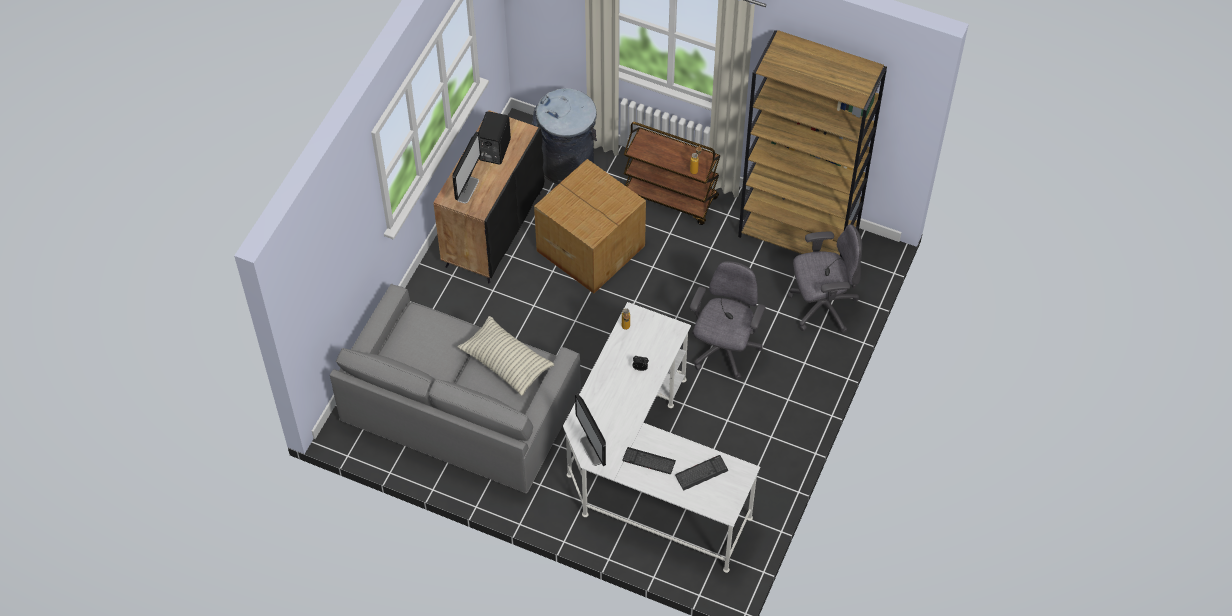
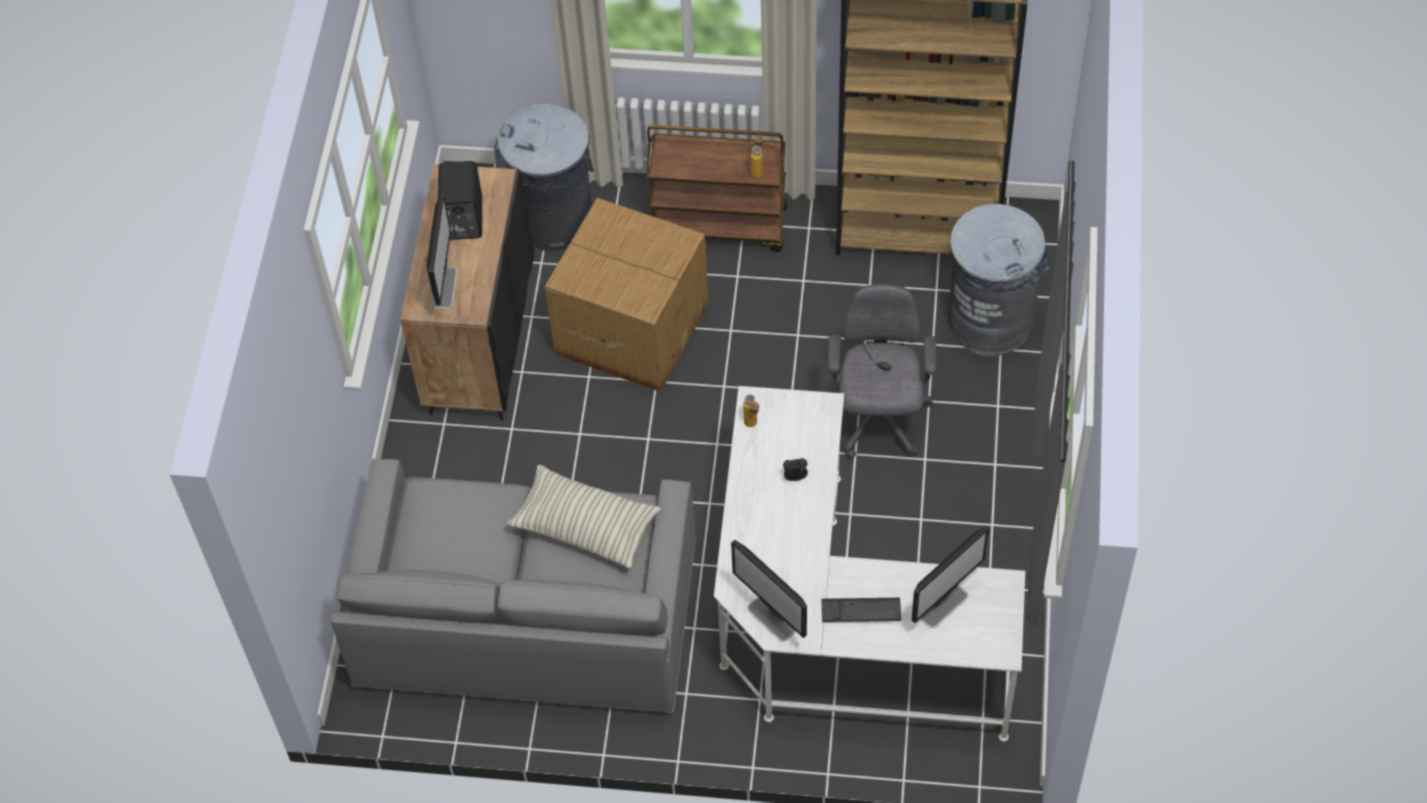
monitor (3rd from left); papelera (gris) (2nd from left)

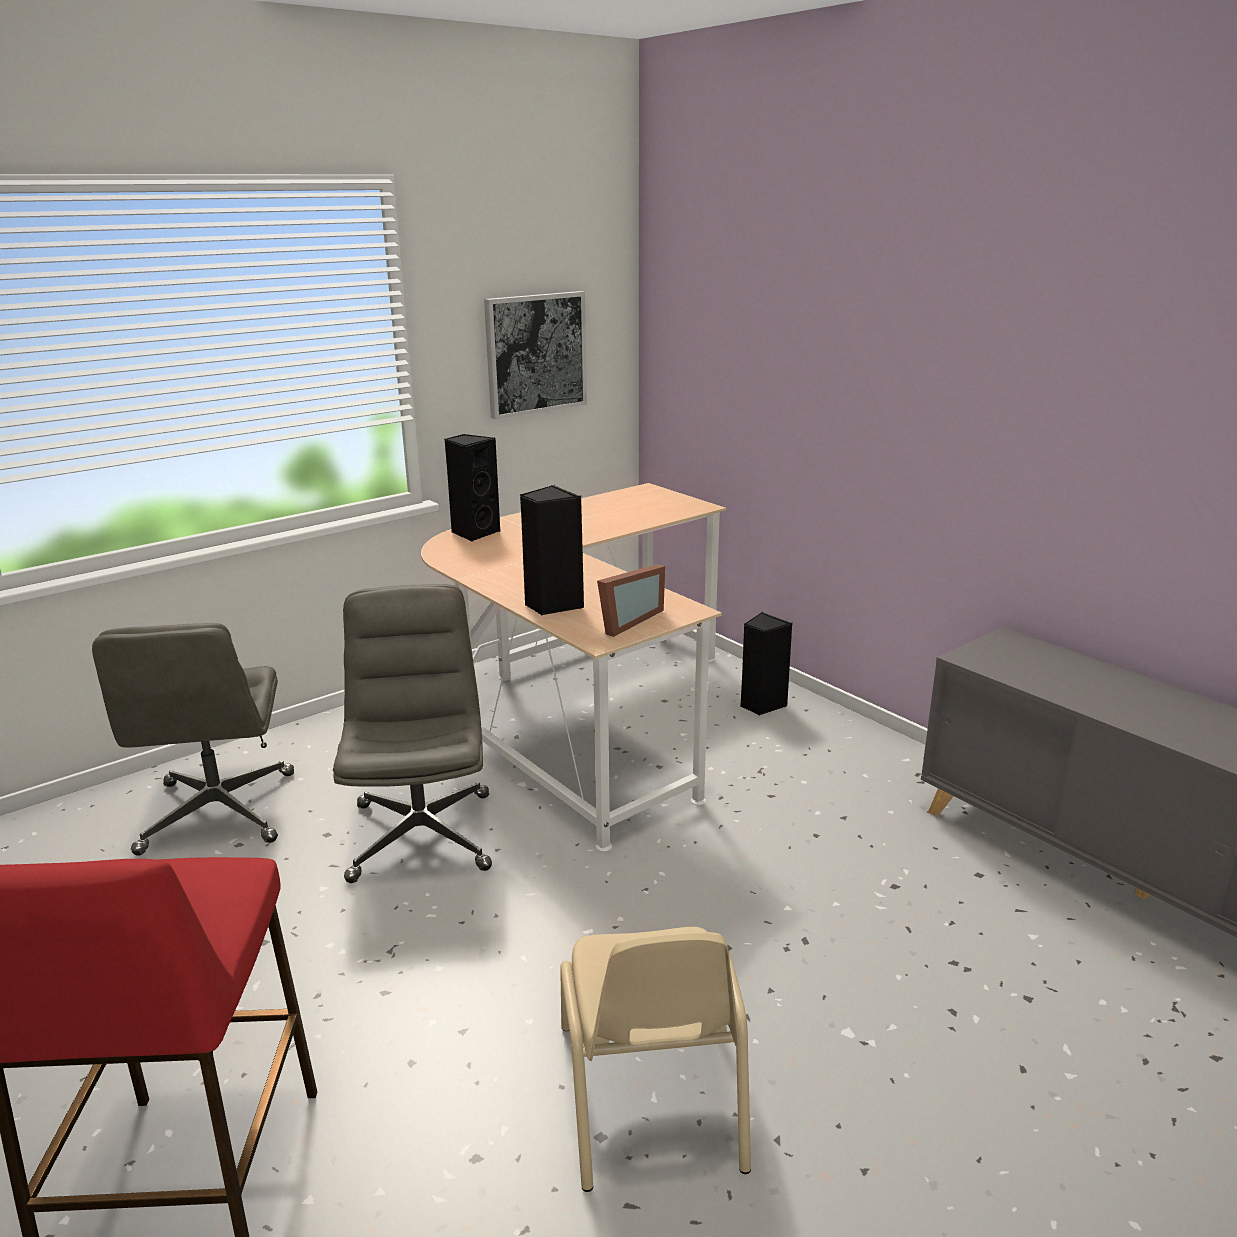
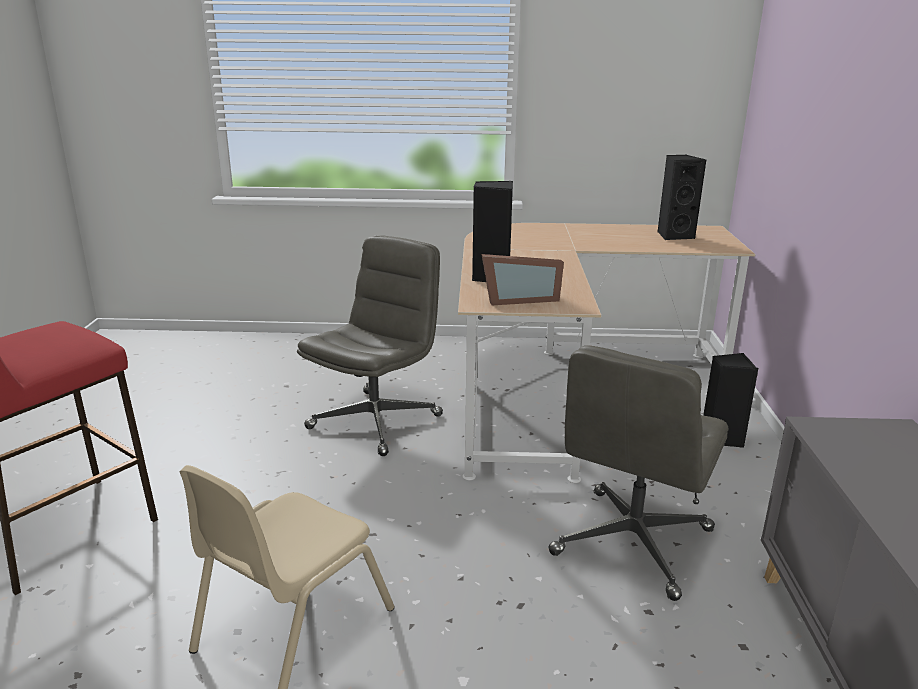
silla de oficina (gris) (2nd from left); altavoz (negro) (2nd from left); cuadro

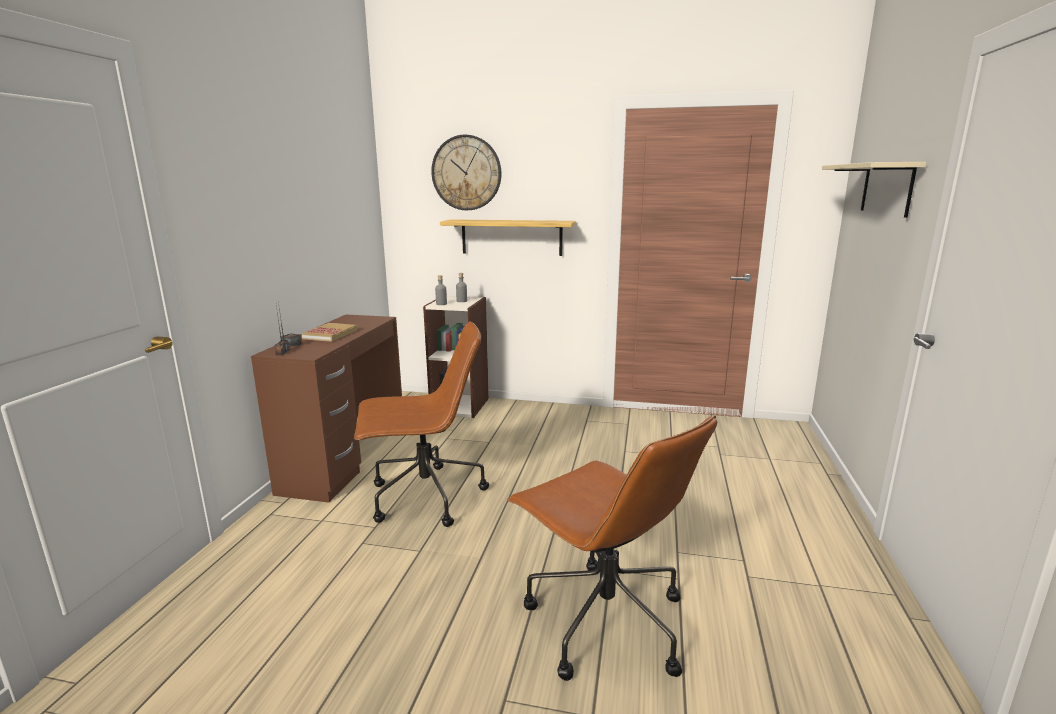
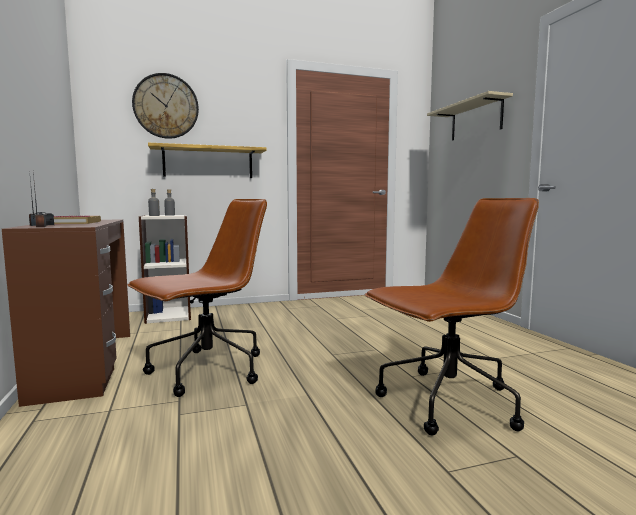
silla de oficina (marrón) (2nd from left)

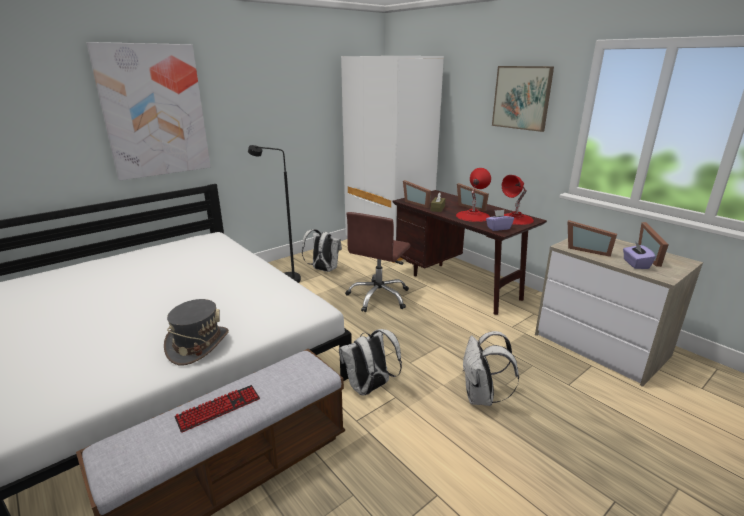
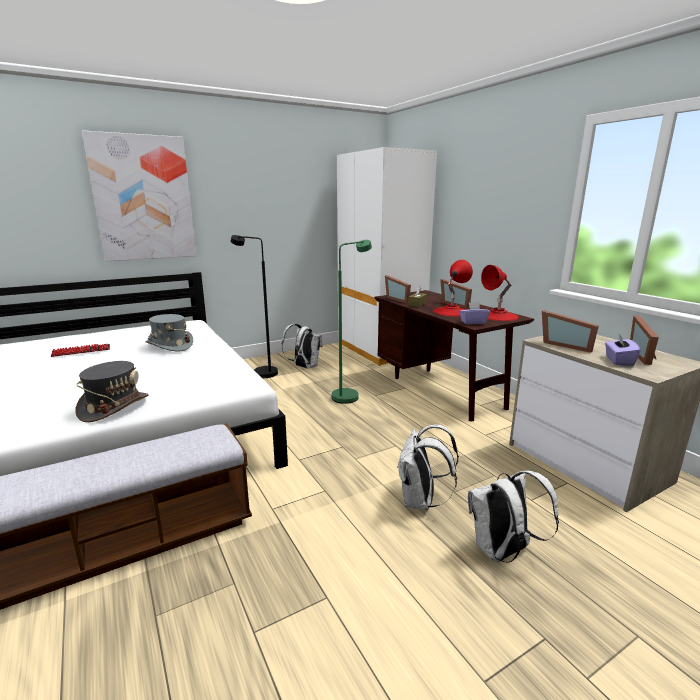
teclado; sombrero (gris) (2nd from left); lámpara de pie (verde); mochila (blanco) (3rd from left); cuadro (2nd from left in the first image)

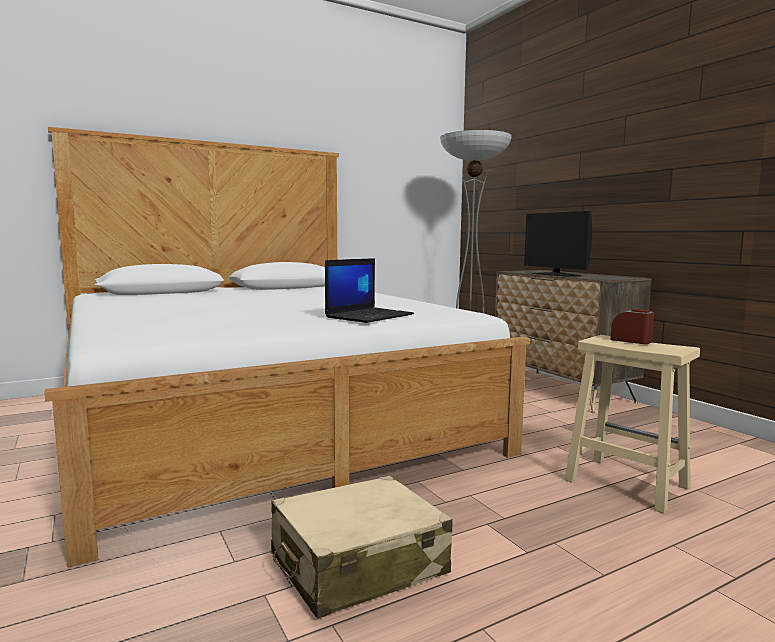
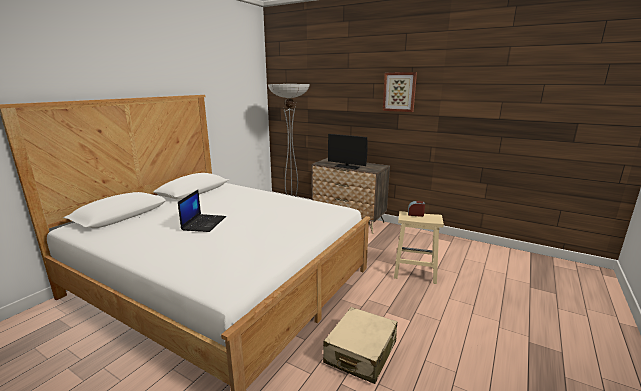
portátil; cuadro

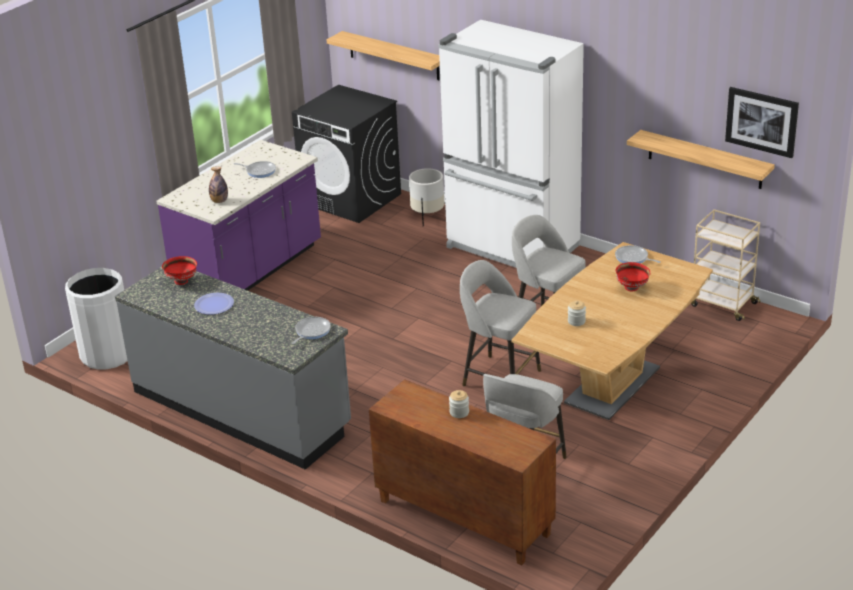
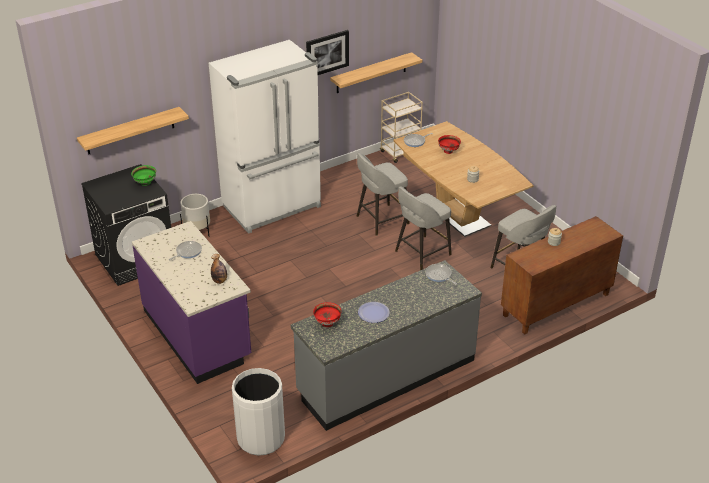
cuenco (verde); cuadro

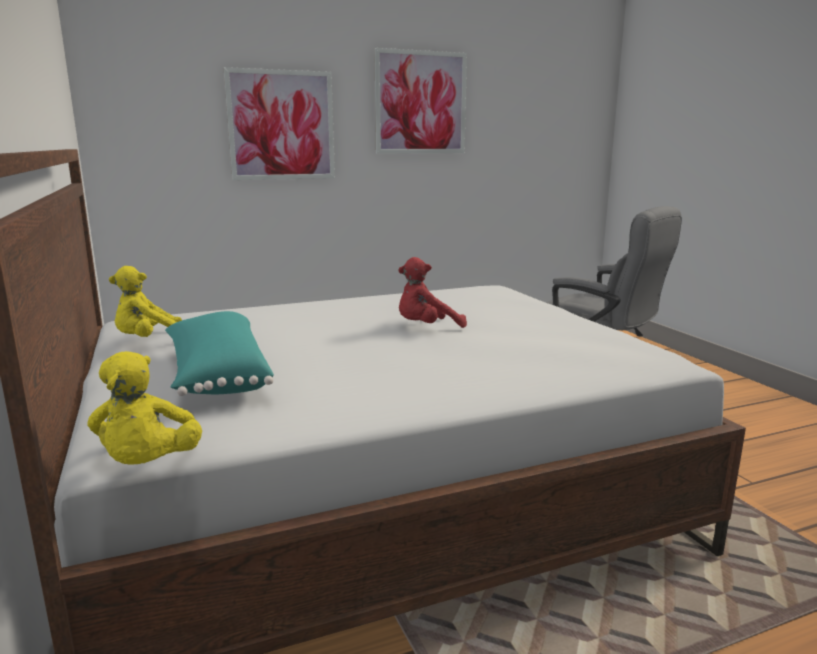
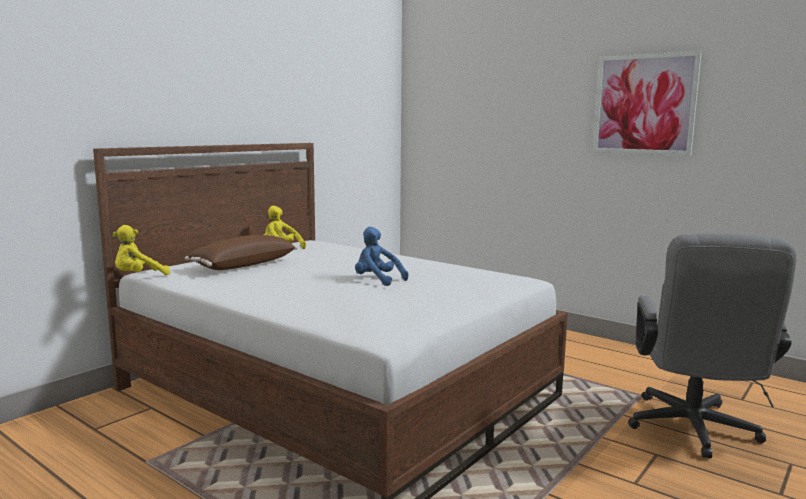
cojín (marrón); peluche (azul); cuadro (1st from left in the first image)

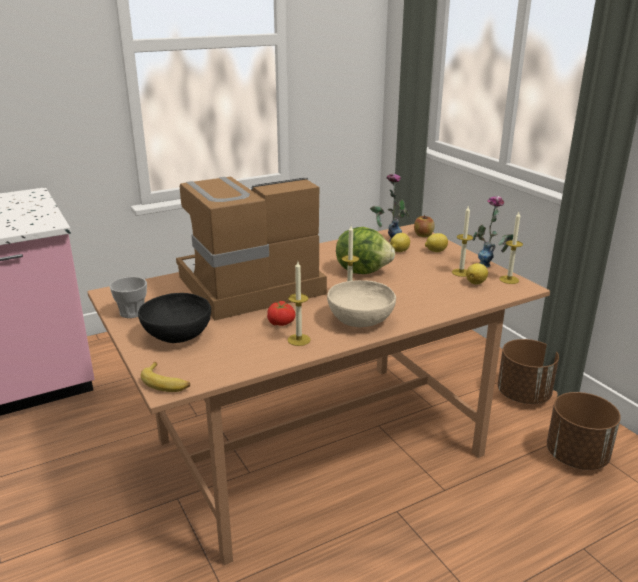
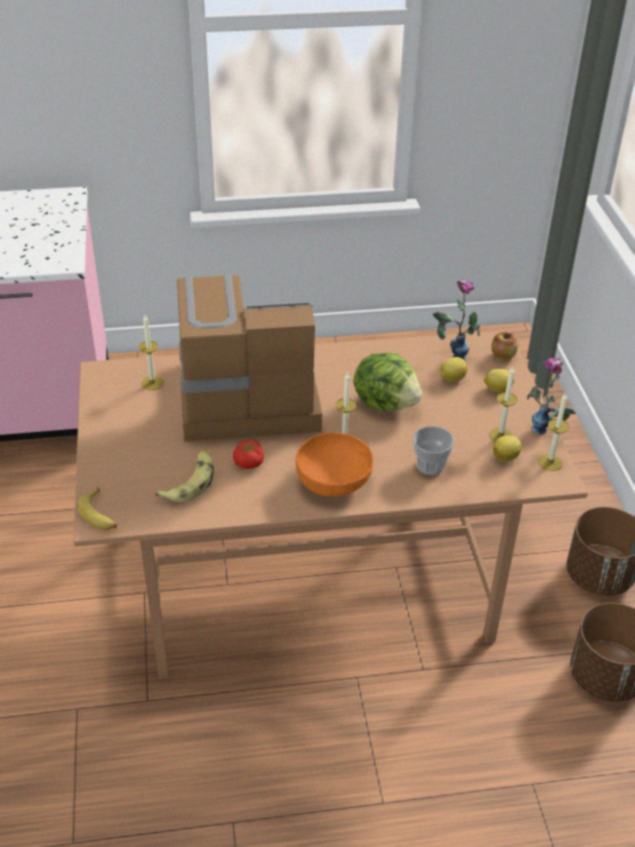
vela (1st from left); plátano (2nd from left); cuenco (naranja); taza; cuenco (negro)

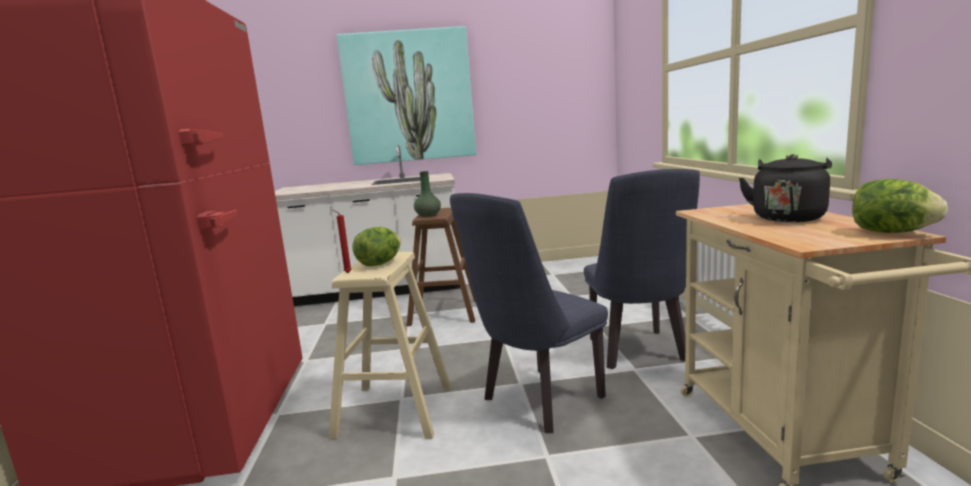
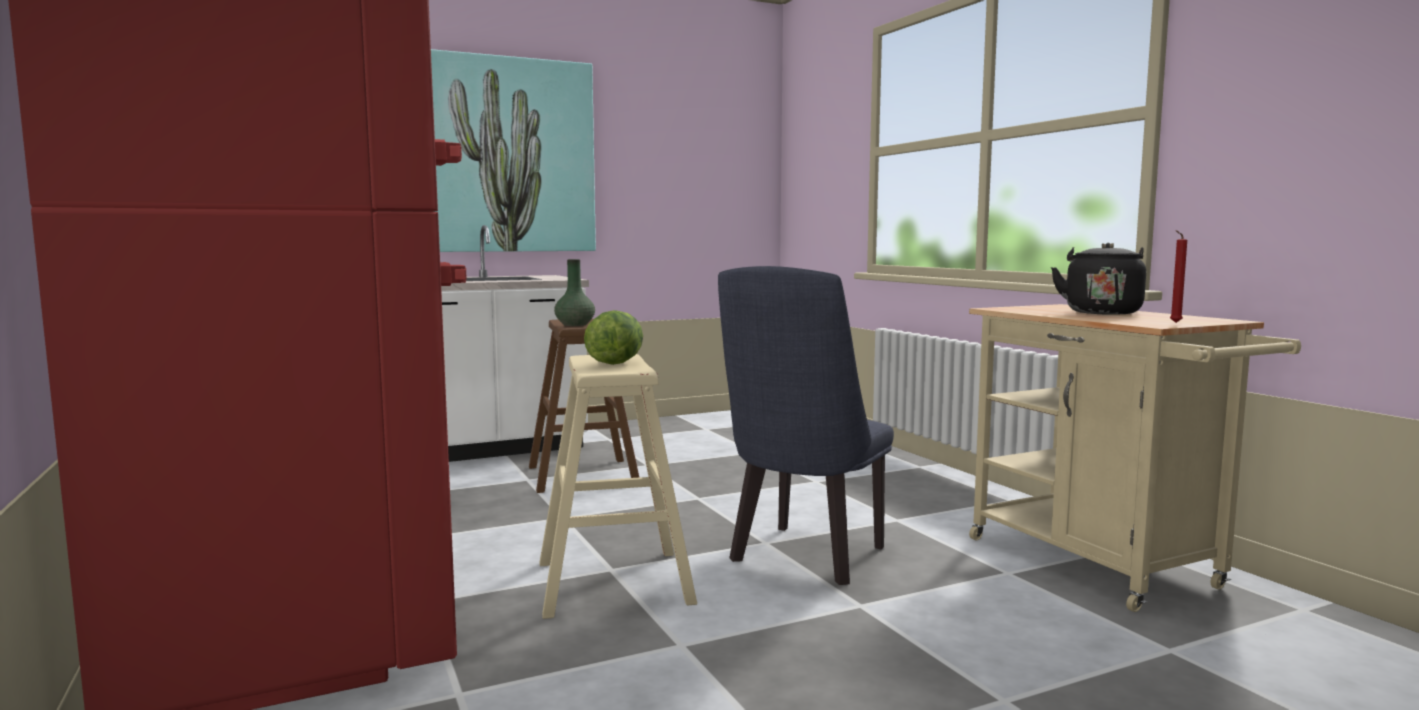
vela (rojo); silla (azul) (2nd from left in the first image); lechuga (2nd from left in the first image)

